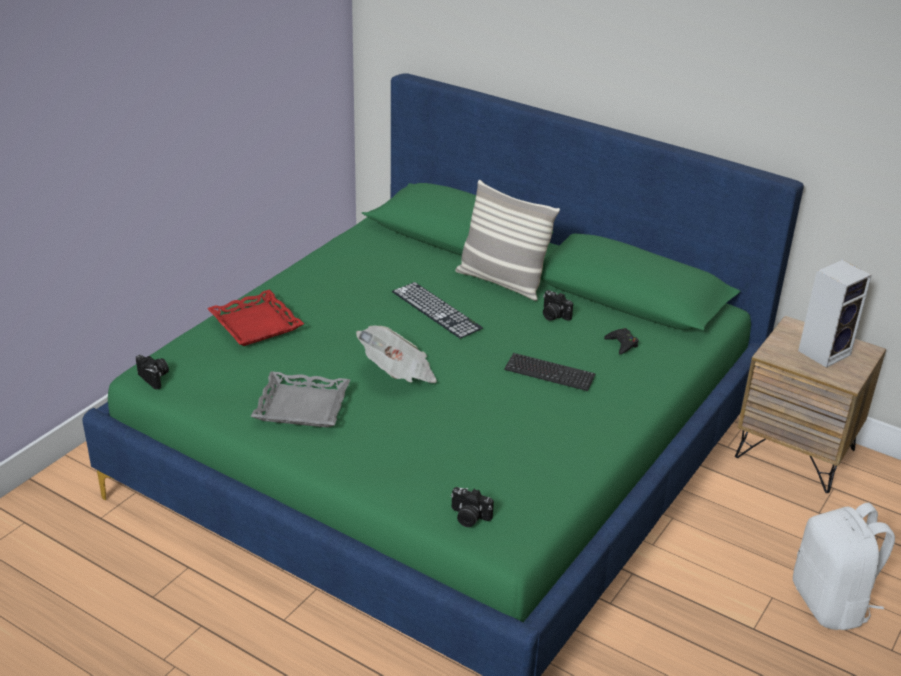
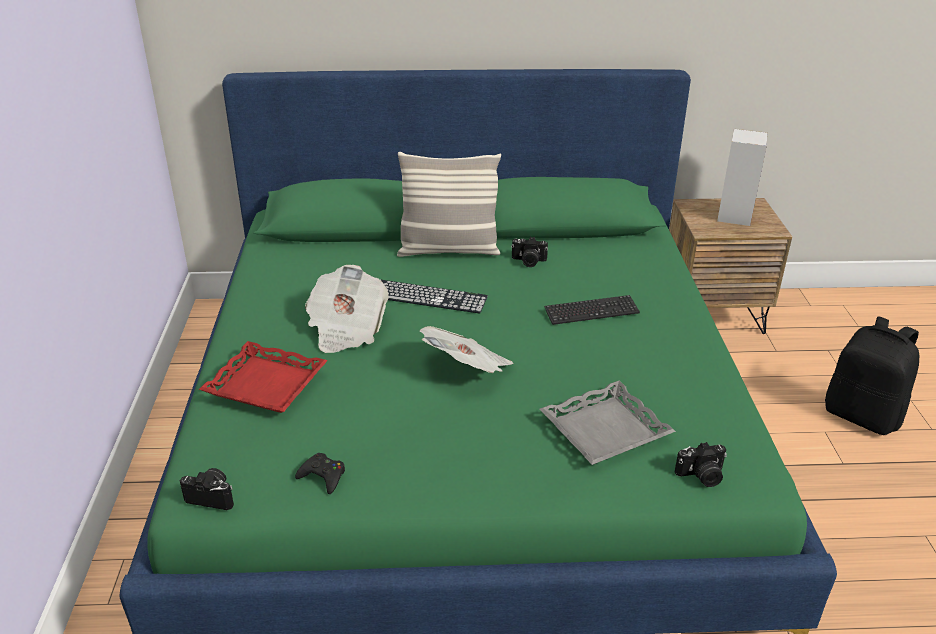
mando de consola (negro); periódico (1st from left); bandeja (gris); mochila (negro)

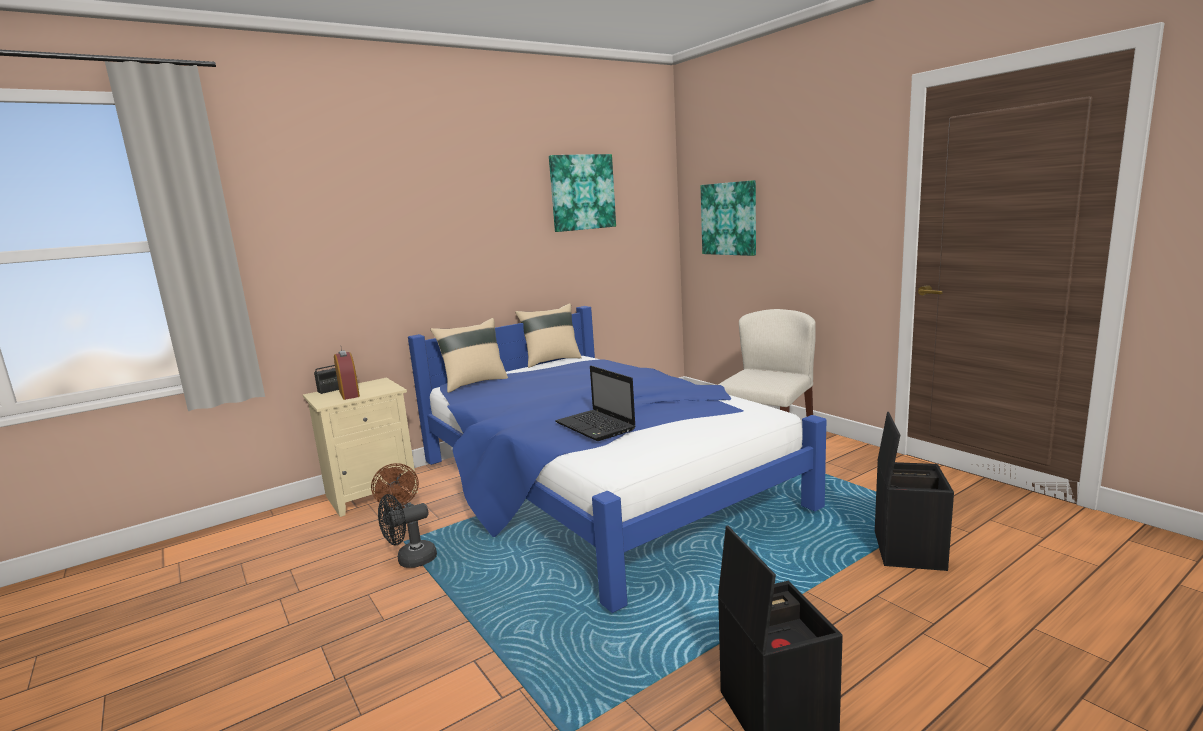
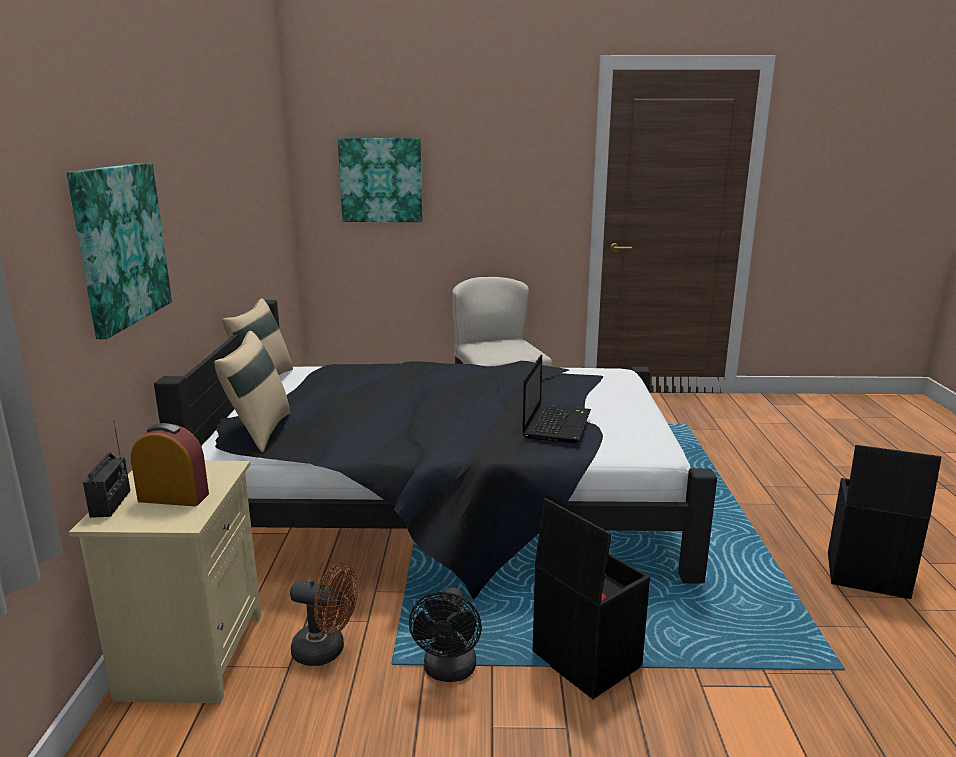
cuadro (1st from left); cama (negro); portátil; caja de almacenaje (negro) (1st from left)

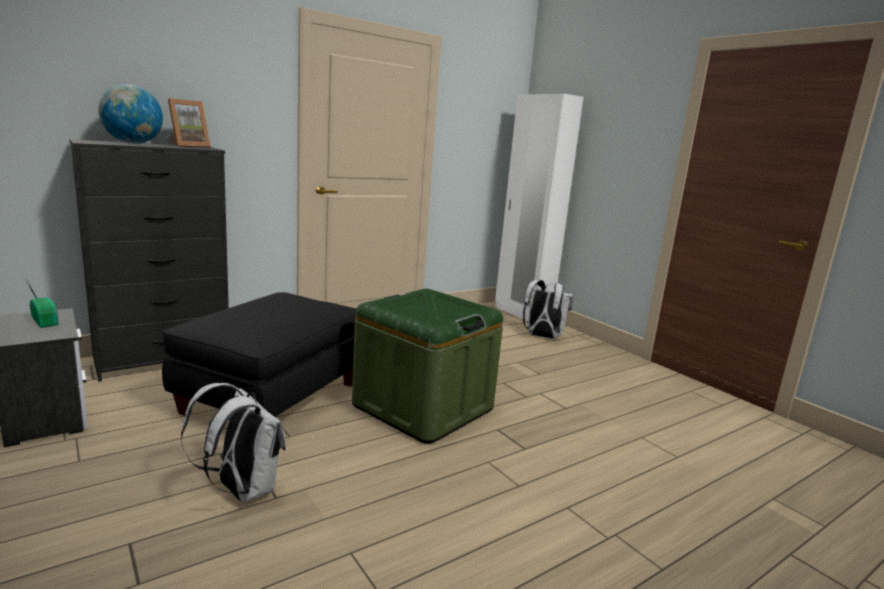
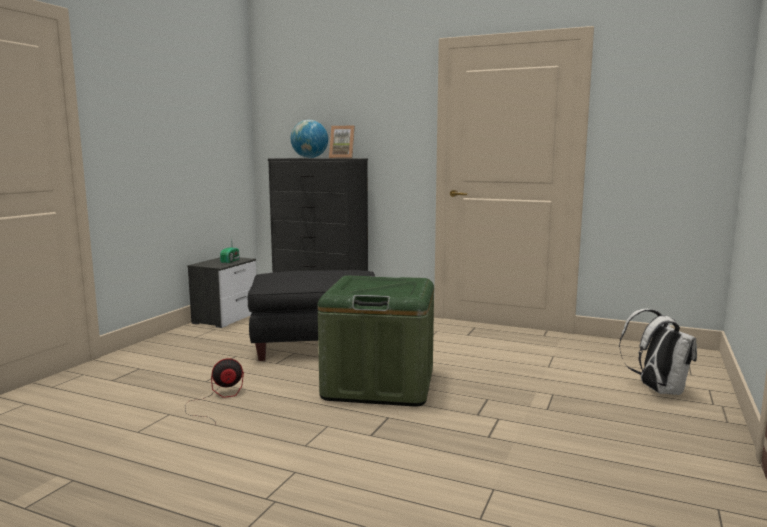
ventilador; mochila (blanco) (1st from left in the first image); armario ropero (blanco)

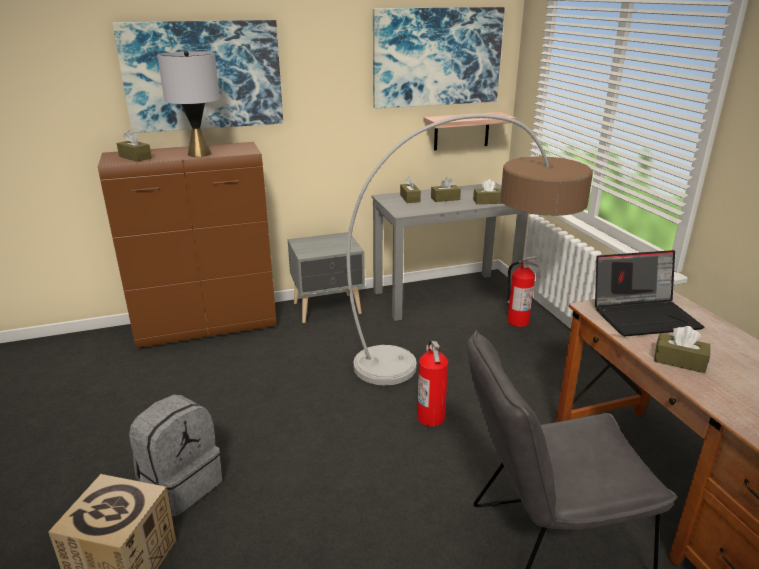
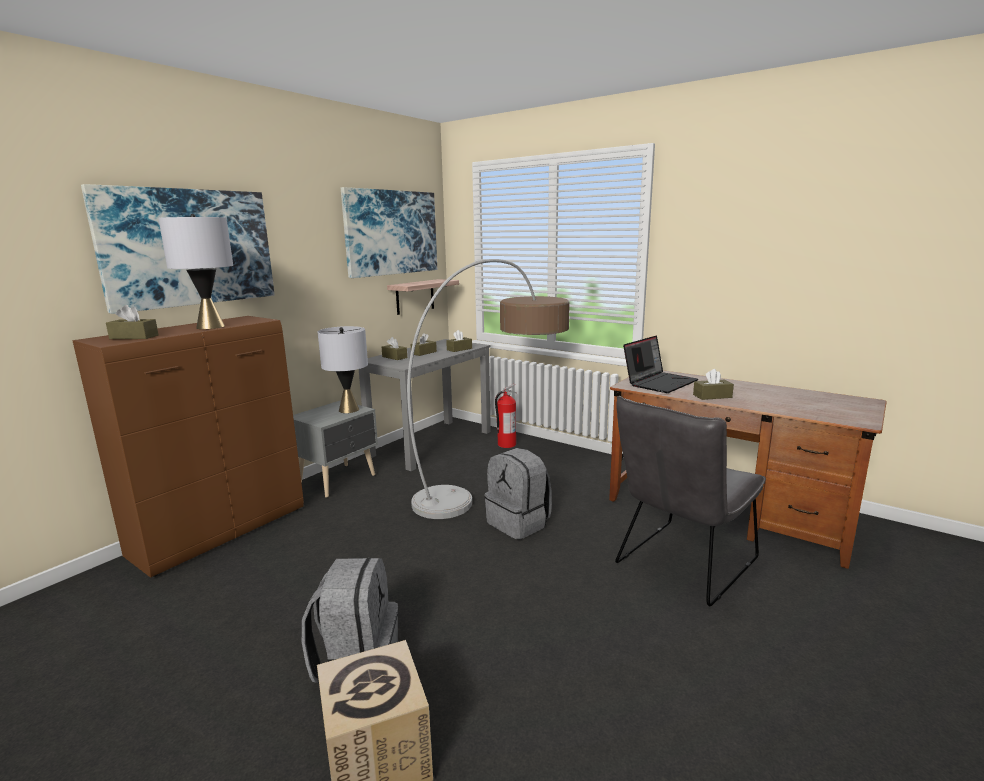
lámpara de mesa (gris) (2nd from left); mochila (gris) (2nd from left)

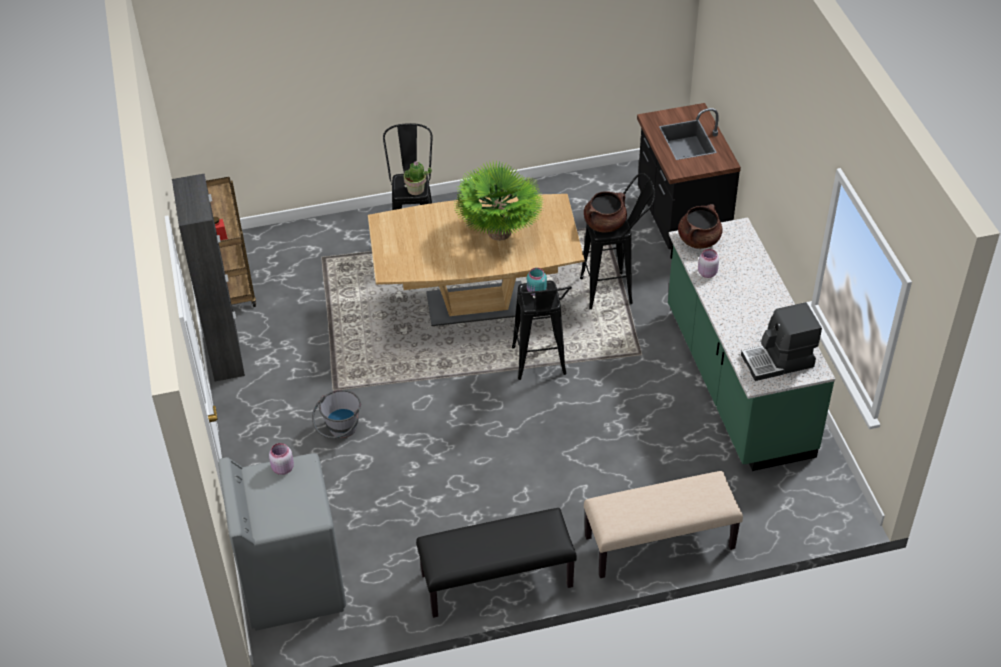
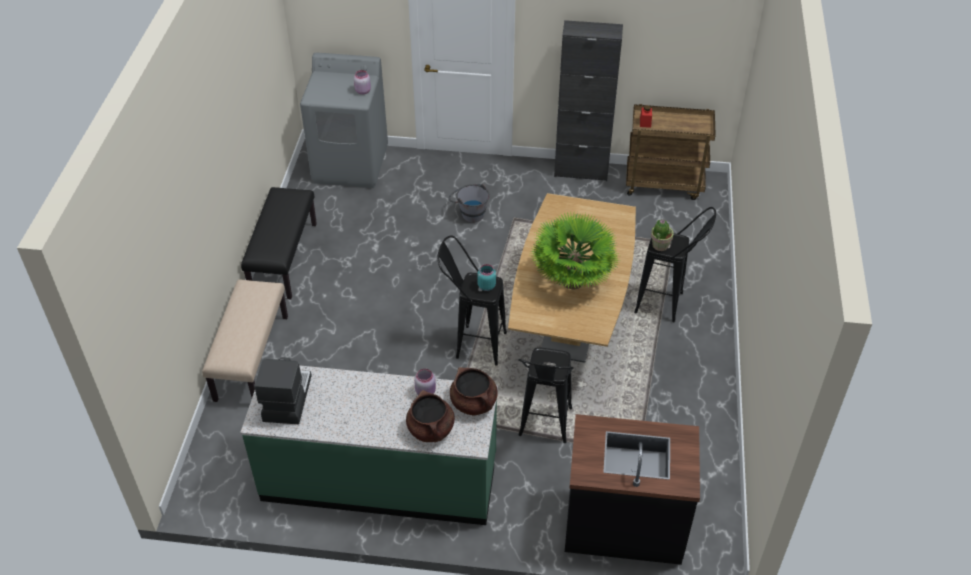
olla (marrón) (1st from left)

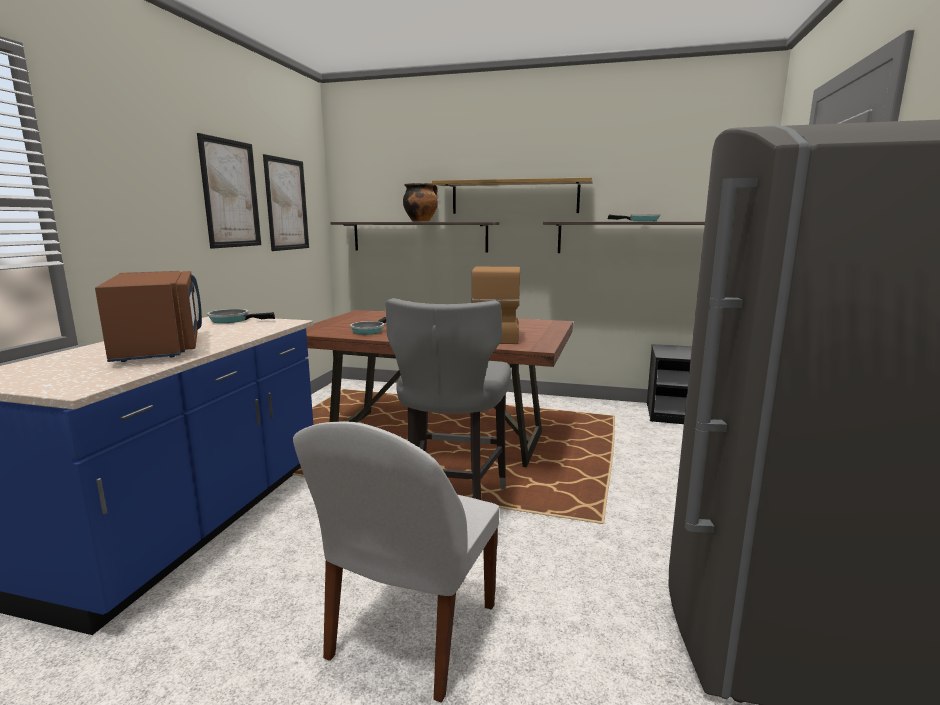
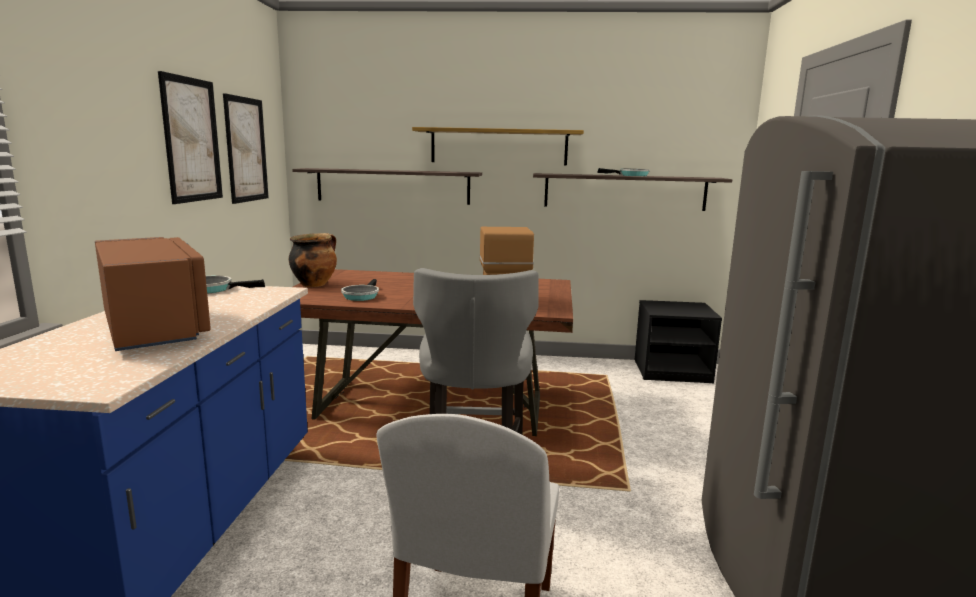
olla

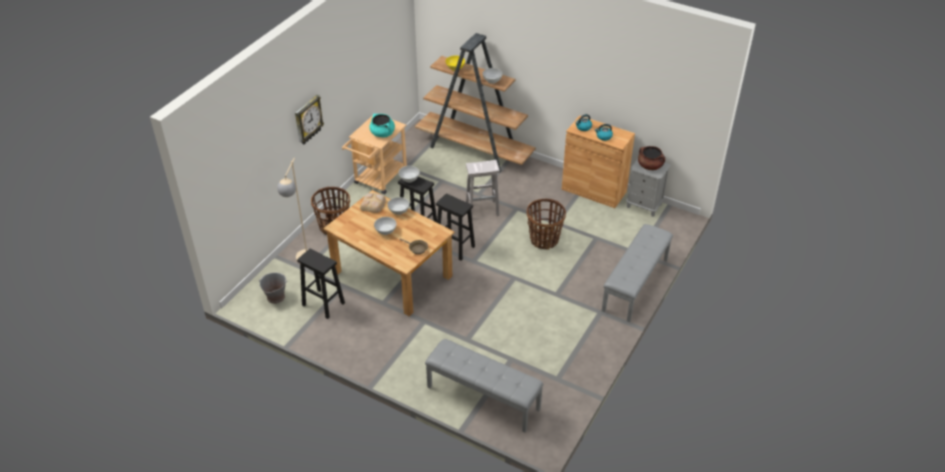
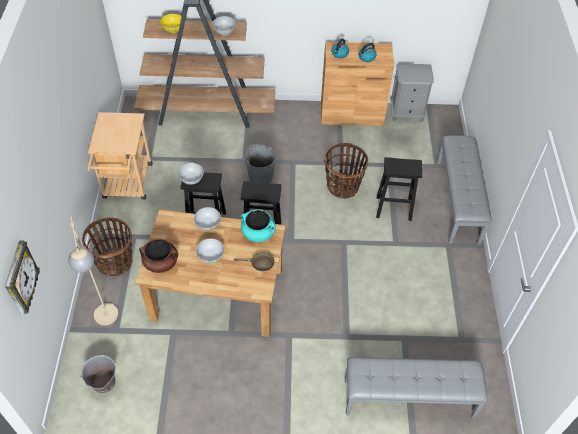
reloj de pared; olla (marrón); olla (turquesa); cubo (gris) (2nd from left); taburete (negro) (3rd from left); pan

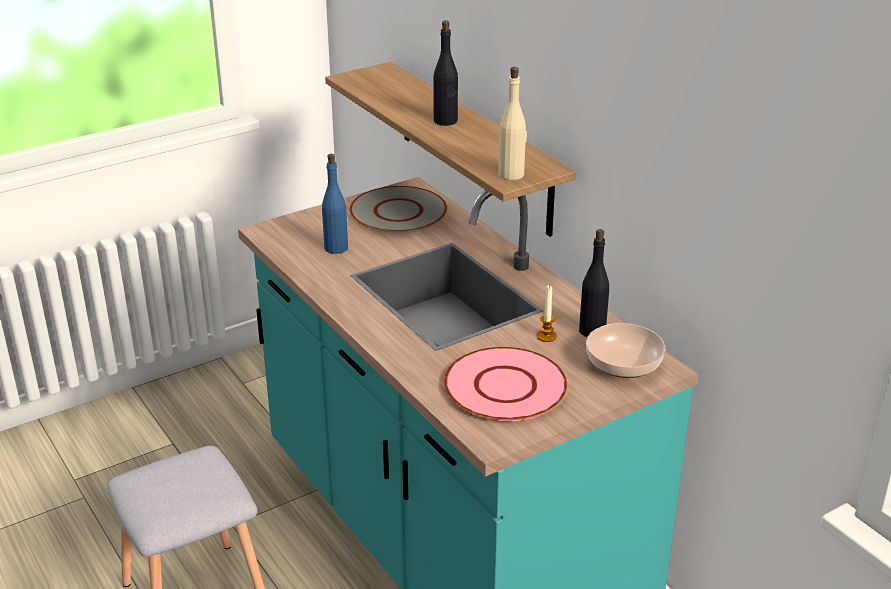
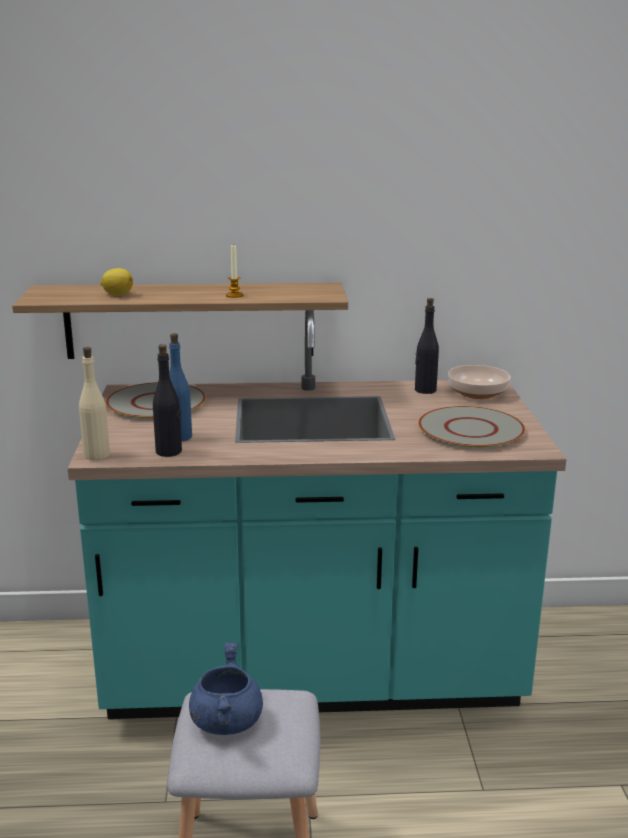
botella (beis); limón; botella (negro) (1st from left); olla (azul); vela; plato (gris) (2nd from left)

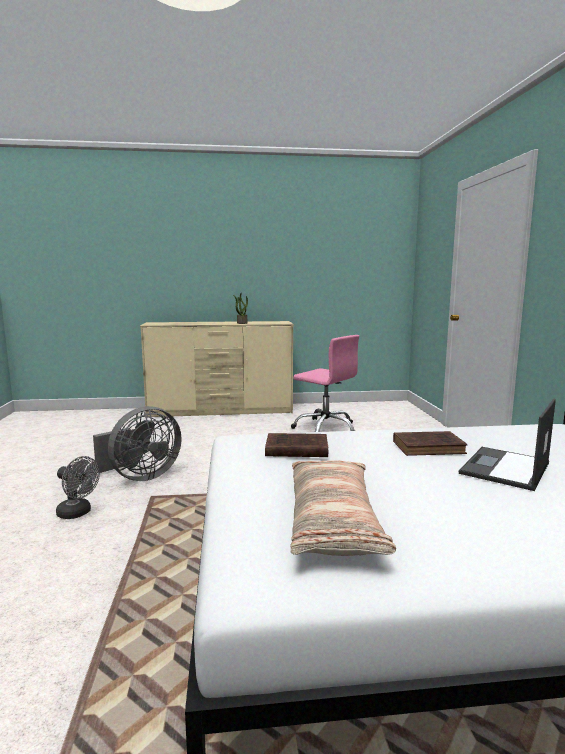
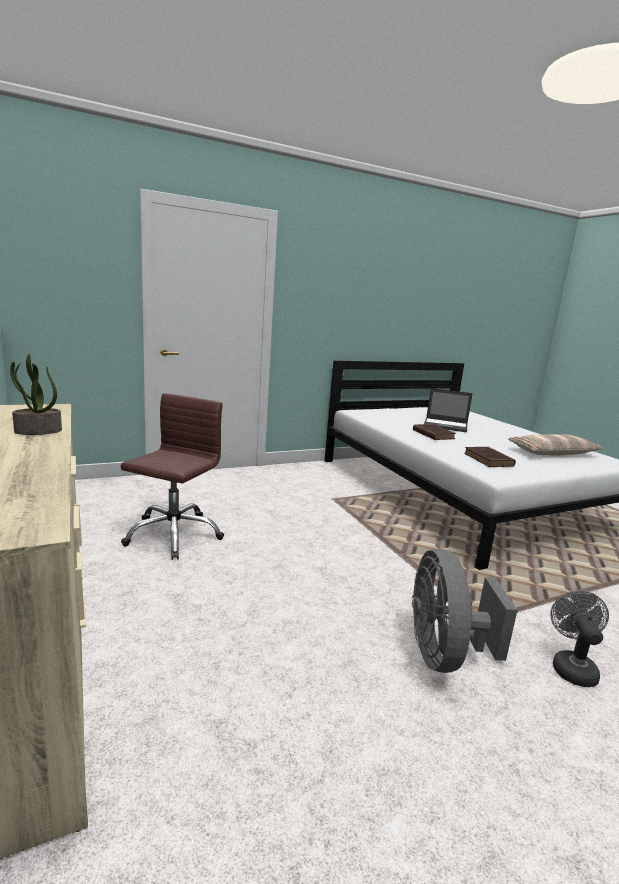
silla de oficina (marrón); ventilador (gris) (1st from left)

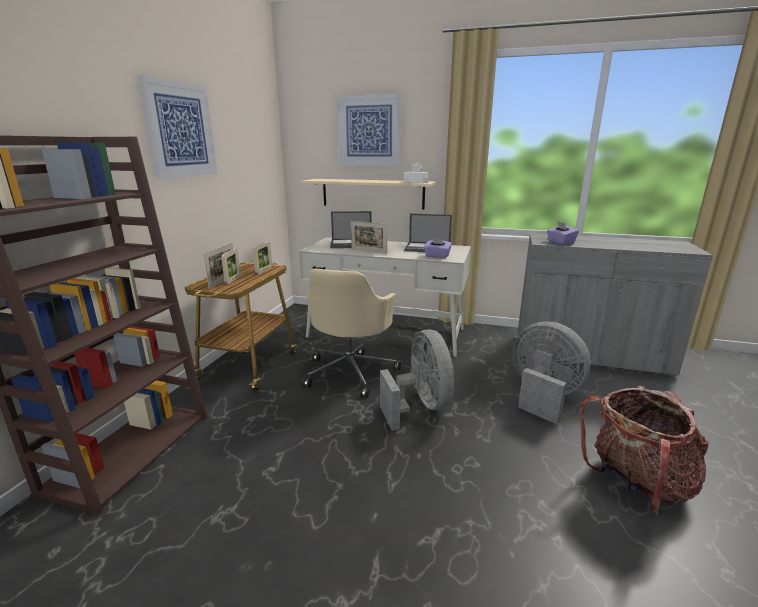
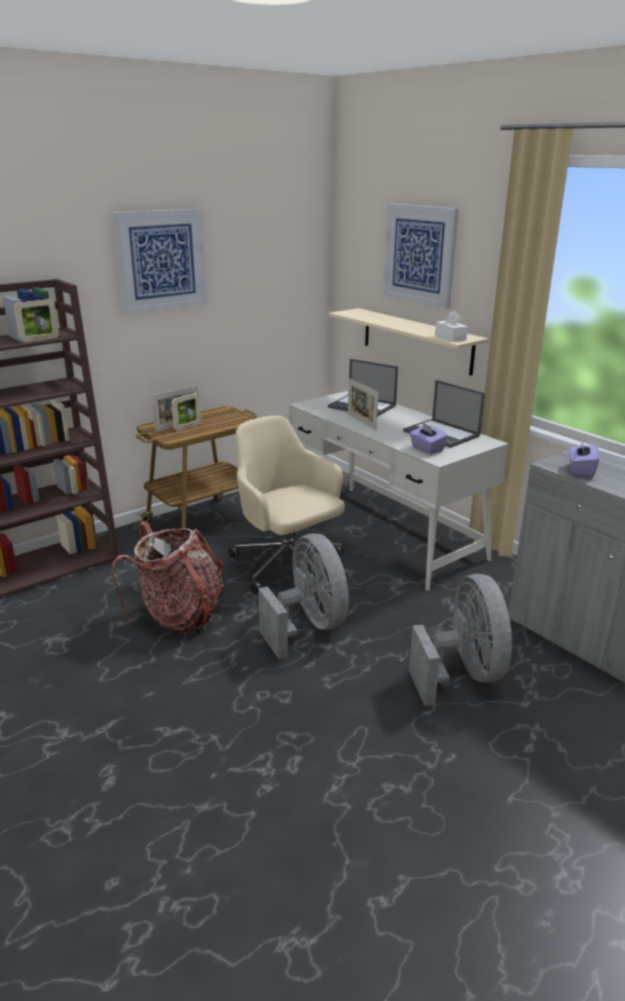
portarretratos (1st from left); mochila; silla de oficina (beis); ventilador (gris) (1st from left)

